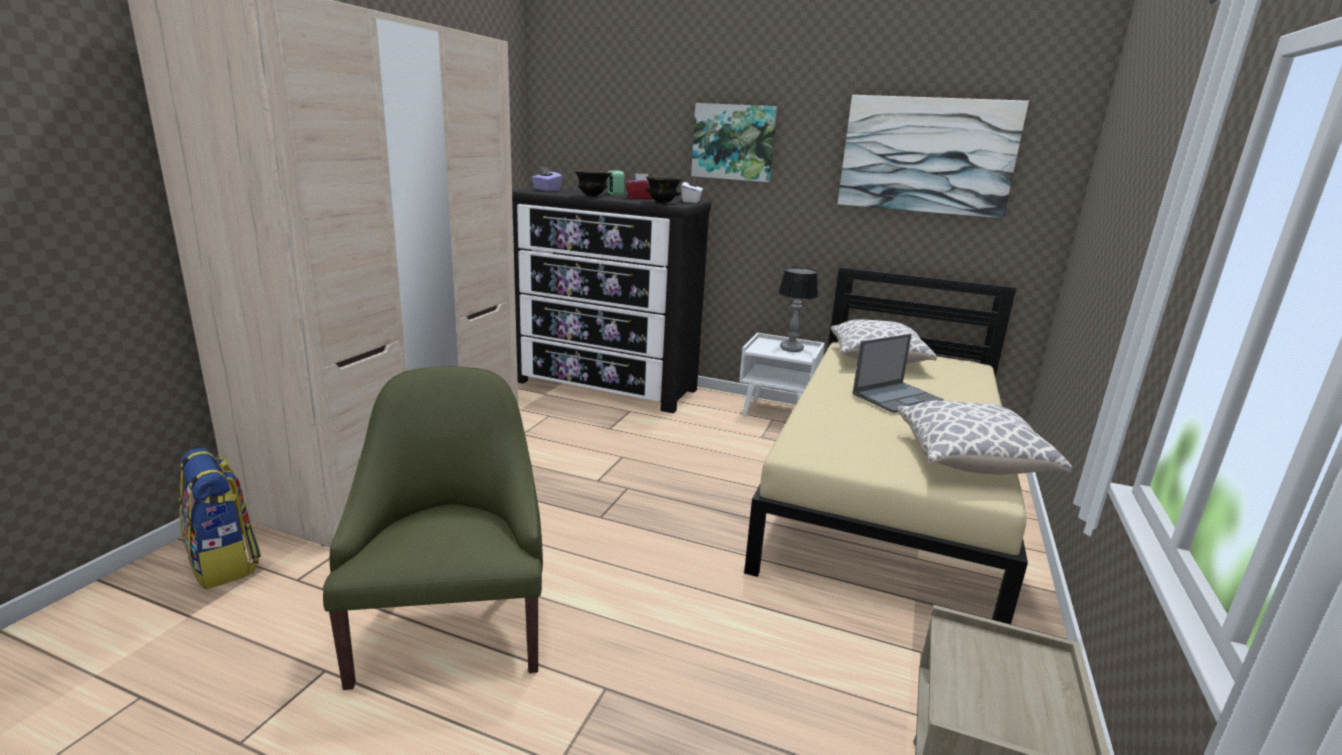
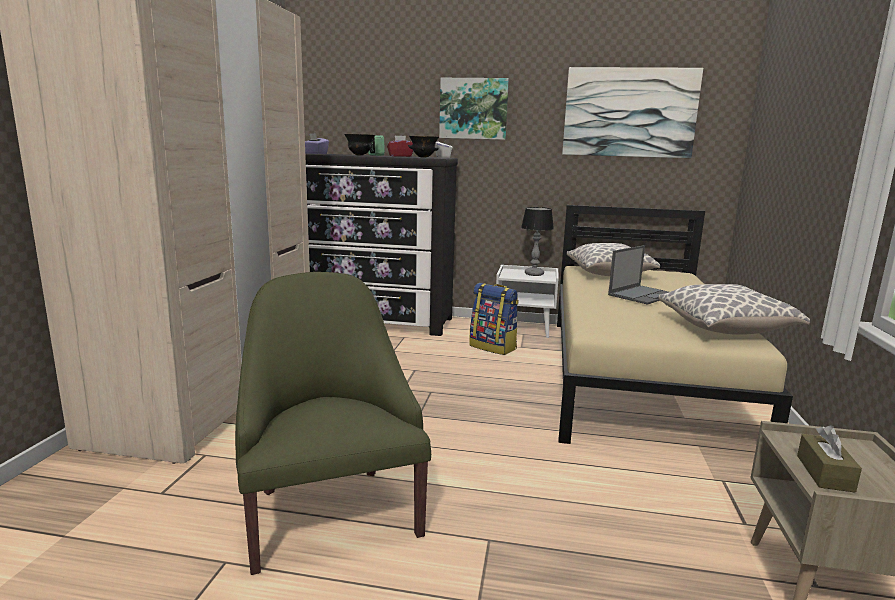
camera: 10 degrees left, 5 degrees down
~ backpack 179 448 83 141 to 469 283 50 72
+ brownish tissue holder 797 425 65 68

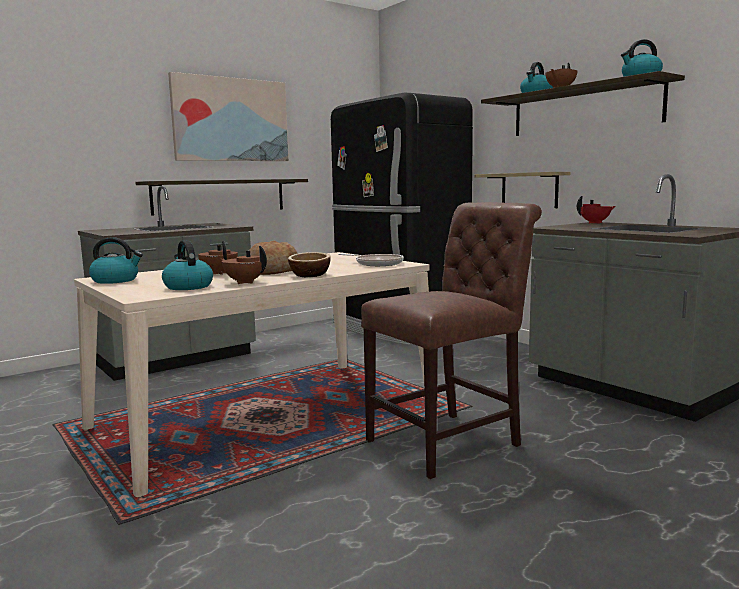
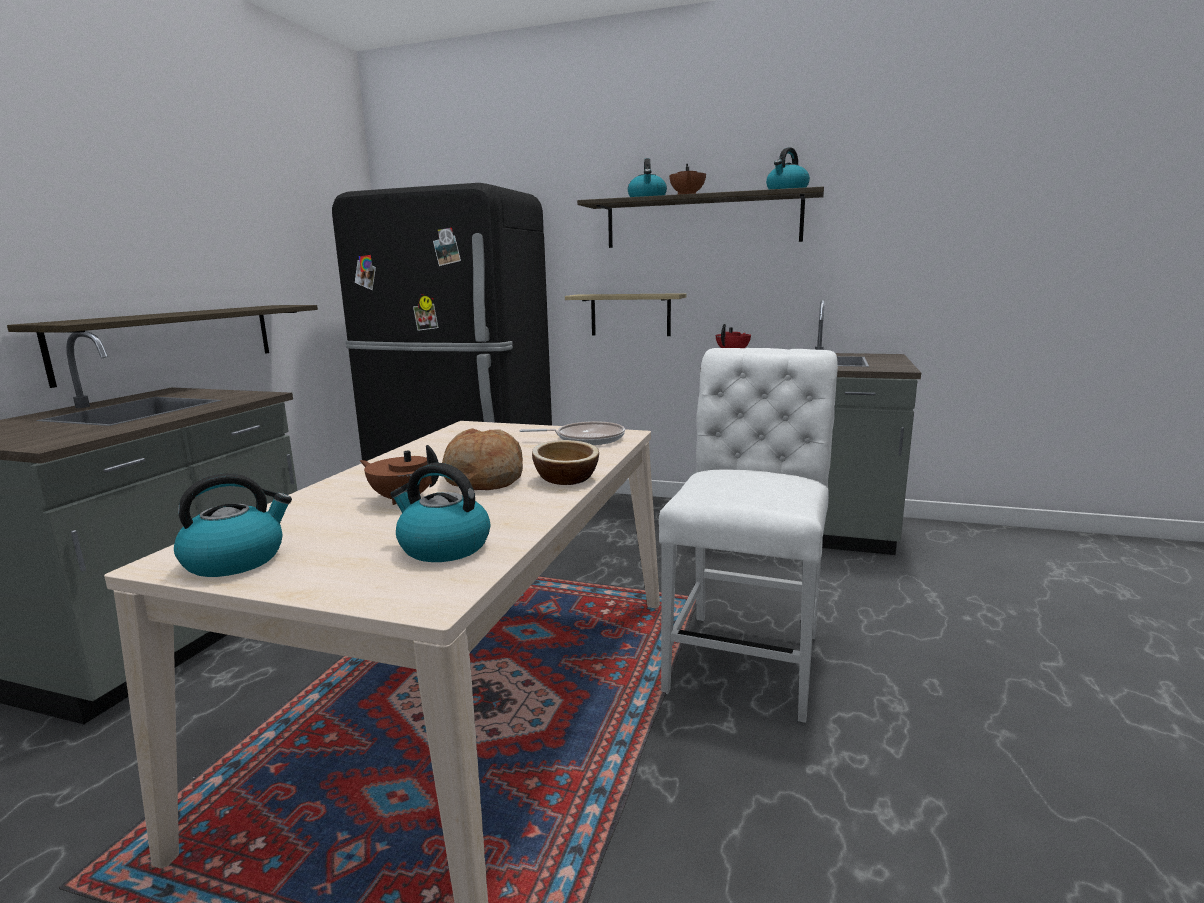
camera: 35 degrees left, 5 degrees up
- wall picture 168 72 121 89
~ brownish chair 361 202 181 277 to white-coloured chair 659 348 179 375
- brownish tea pot 220 246 47 38

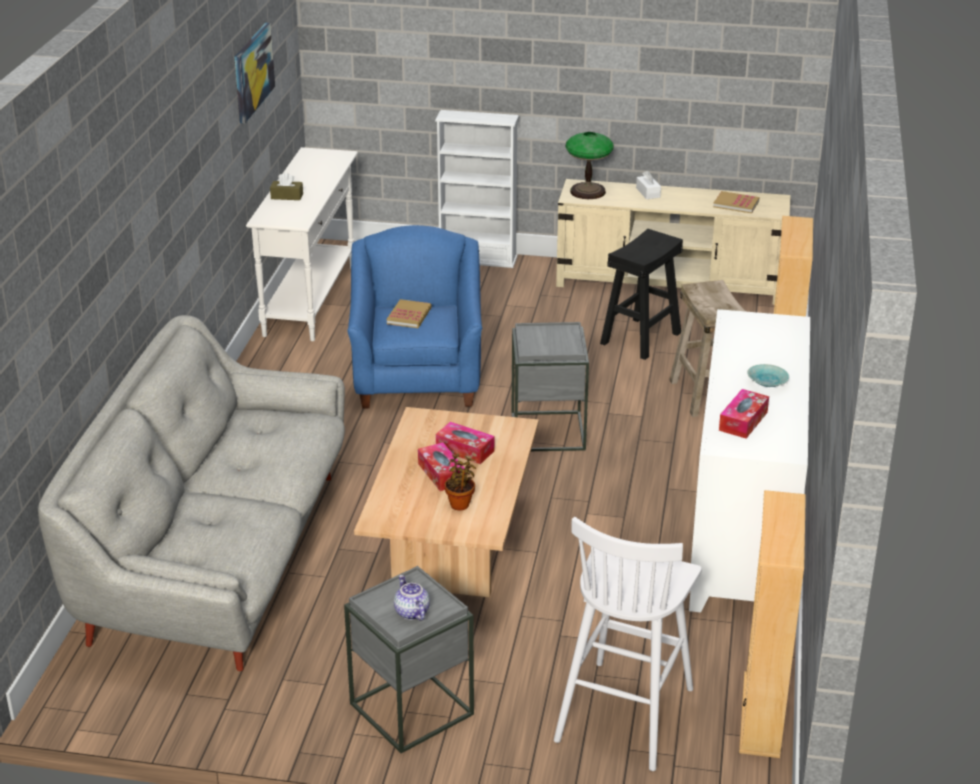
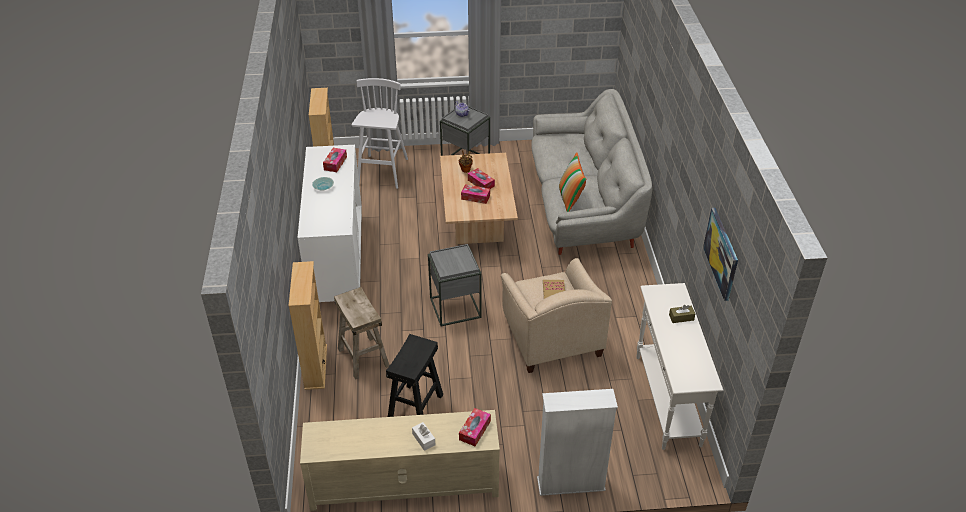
camera: 165 degrees right, 10 degrees up
~ lamp for a table 565 132 49 67 to tissue holder 459 408 32 38
- bound book 713 191 47 22
~ blue armchair 347 225 135 183 to sand-coloured armchair 501 258 111 115
+ pillow 559 152 27 60

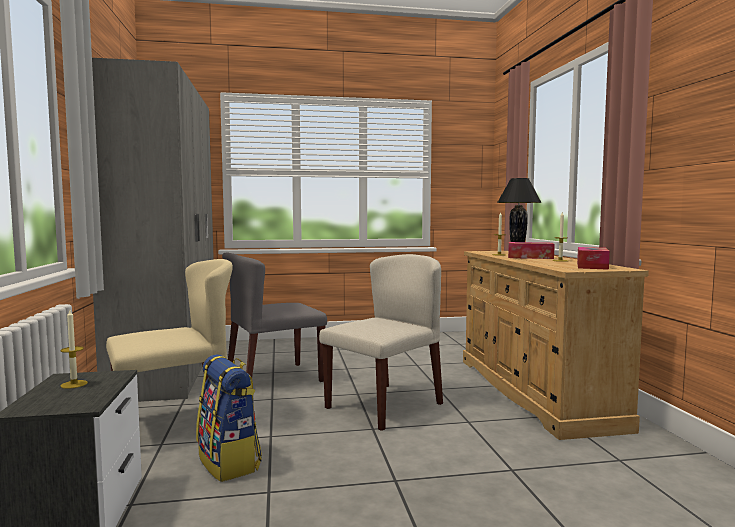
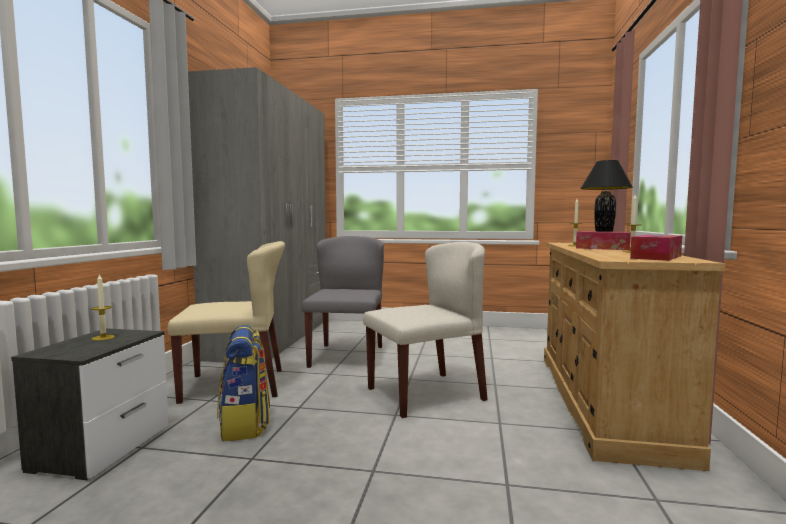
camera: 20 degrees right, 0 degrees up
~ grey chair 222 252 105 130 = 302 236 82 132 105 degrees clockwise

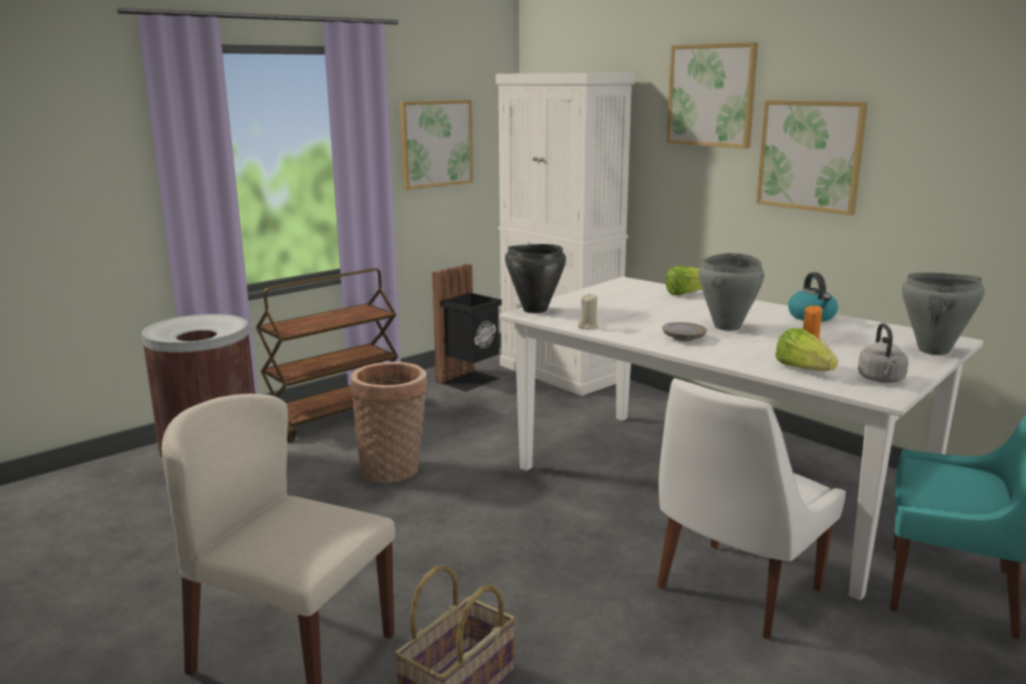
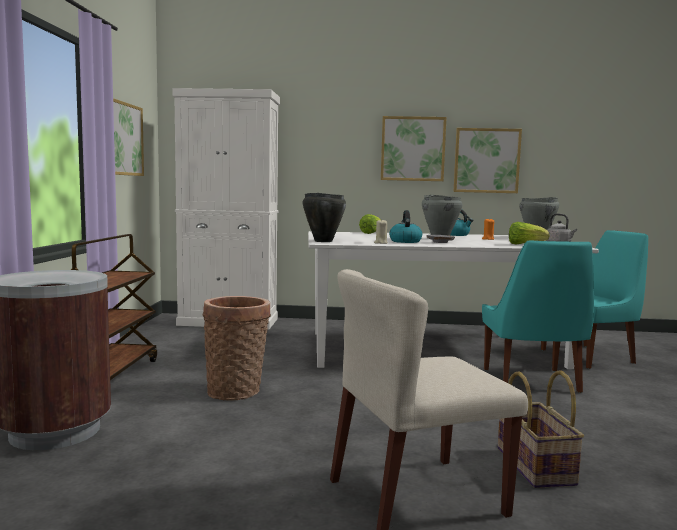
camera: 45 degrees left, 10 degrees down
~ wall picture 667 42 91 107 to 454 128 68 65
- black trash can 432 264 70 128
~ white-coloured chair 657 378 189 261 to turquoise-coloured chair 482 241 112 152
+ tea kettle 389 210 33 33

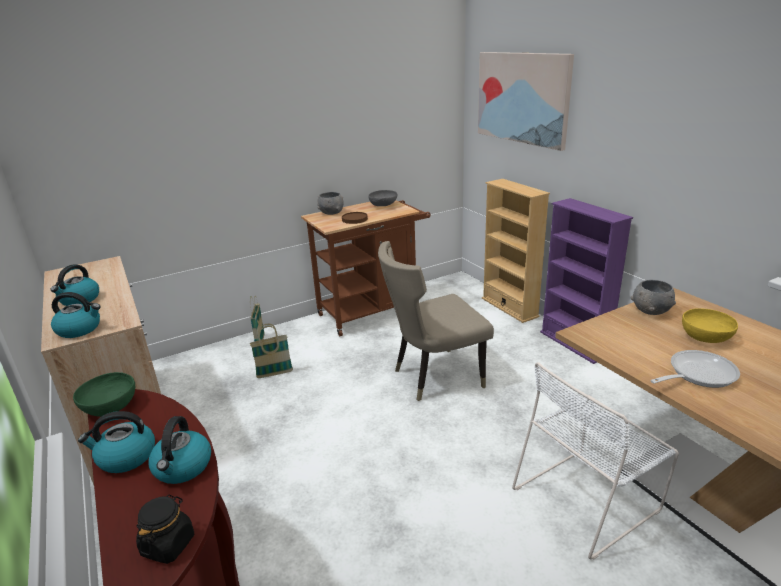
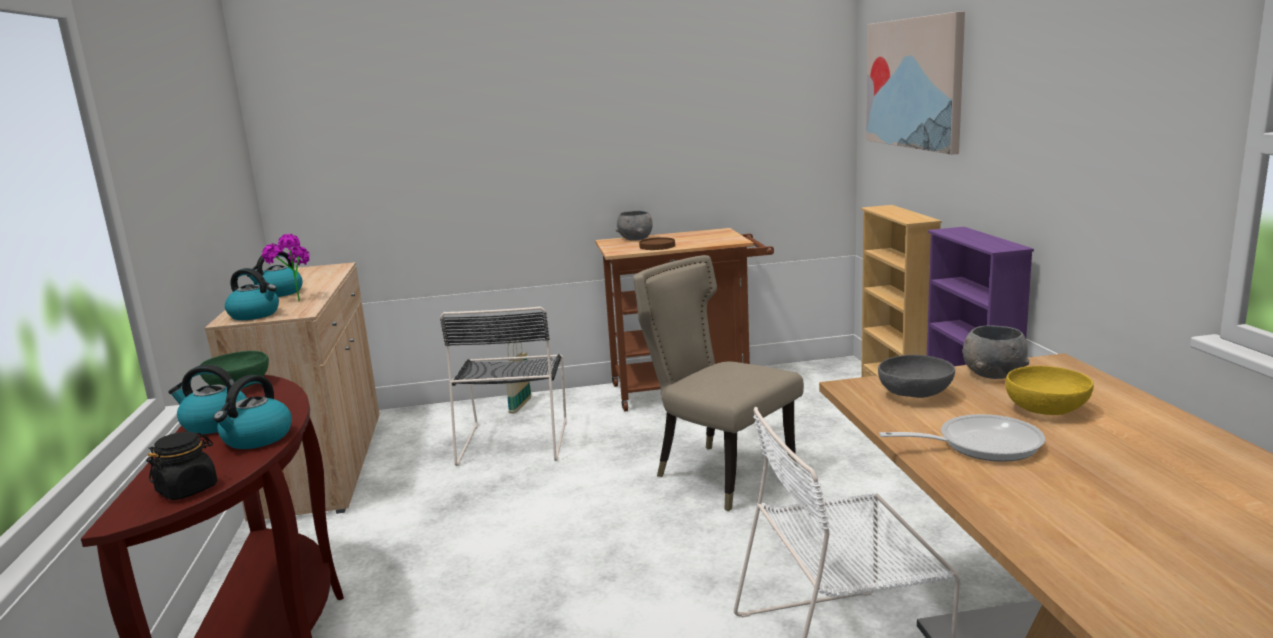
camera: 20 degrees right, 10 degrees down
~ grey deep dish 368 190 29 16 to 878 355 77 43
~ sand-coloured chair 378 241 116 160 = 633 255 171 256 45 degrees clockwise
~ storage basket 250 324 43 54 to black chair 440 307 127 159
+ plant in a pot 262 234 48 67

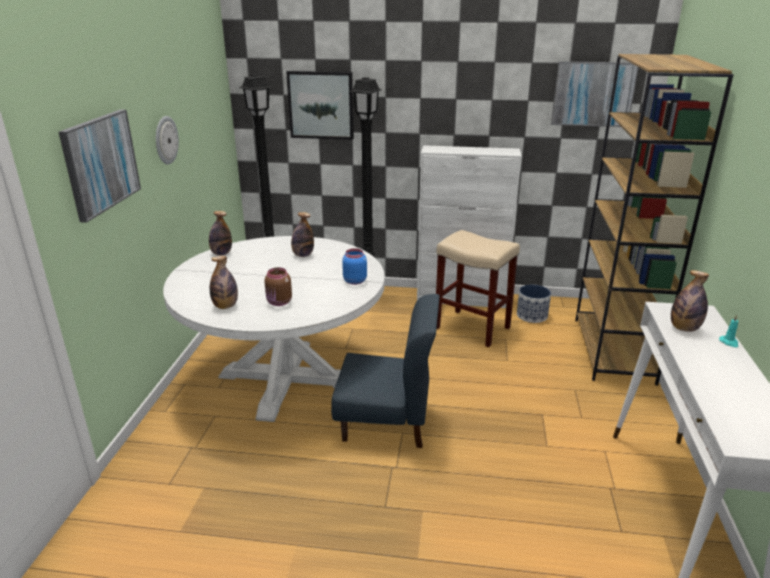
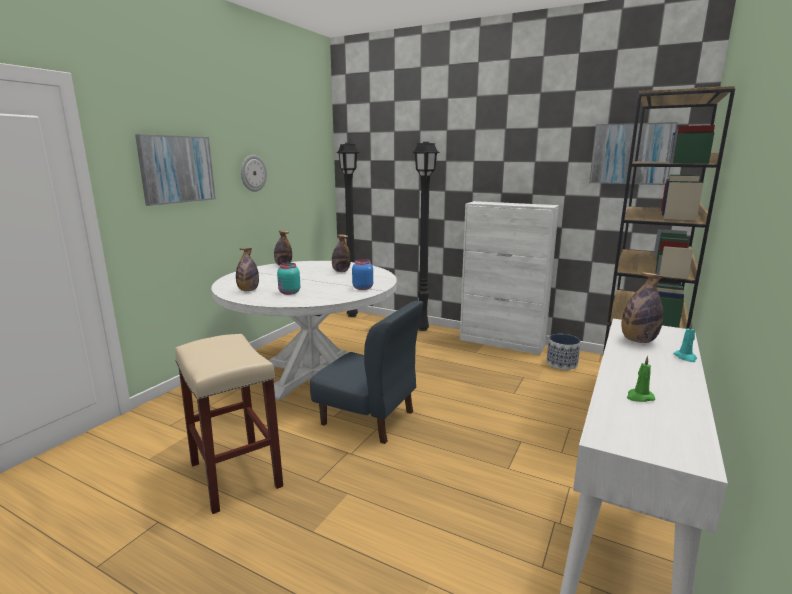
camera: 20 degrees right, 10 degrees down
- wall picture 286 71 68 69
~ sand-coloured sitting stool 436 230 84 117 to 175 334 108 180
~ brownish preserve jar 264 267 28 39 to turquoise-coloured preserve jar 277 263 23 32
+ greenish wax candle 627 356 28 46

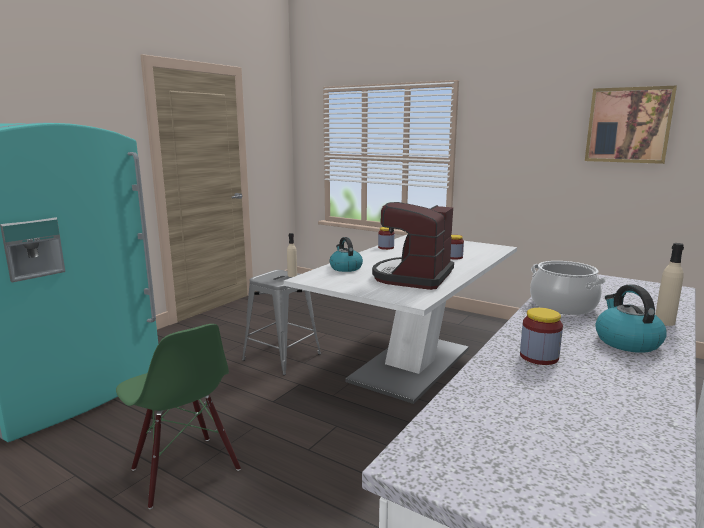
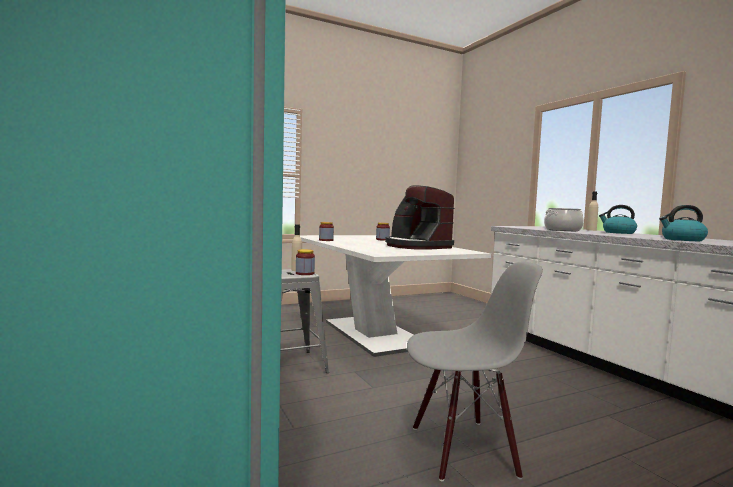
camera: 60 degrees left, 10 degrees down
- wall picture 585 86 92 78
~ tea kettle 330 237 33 35 to 659 205 49 36
~ preserve jar 520 308 43 57 to 296 249 19 26
~ greenish chair 116 324 125 185 to grey chair 407 262 136 219

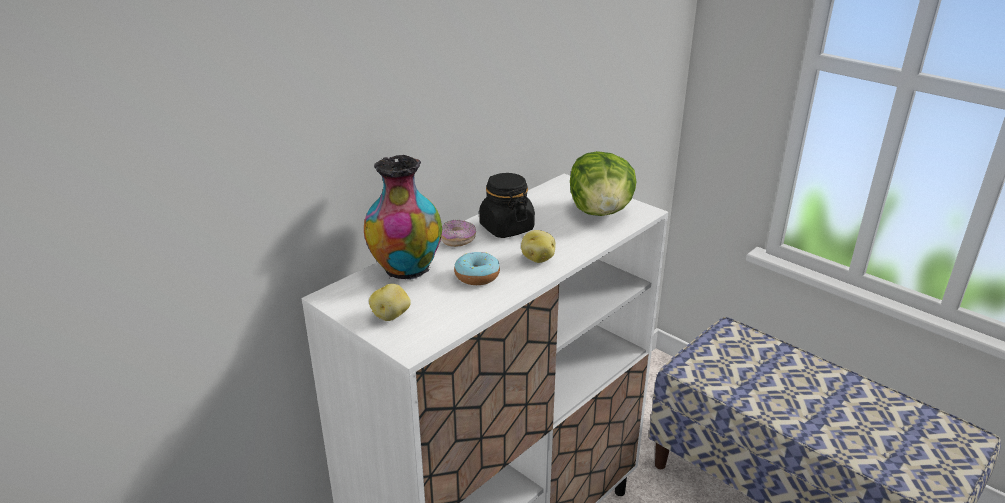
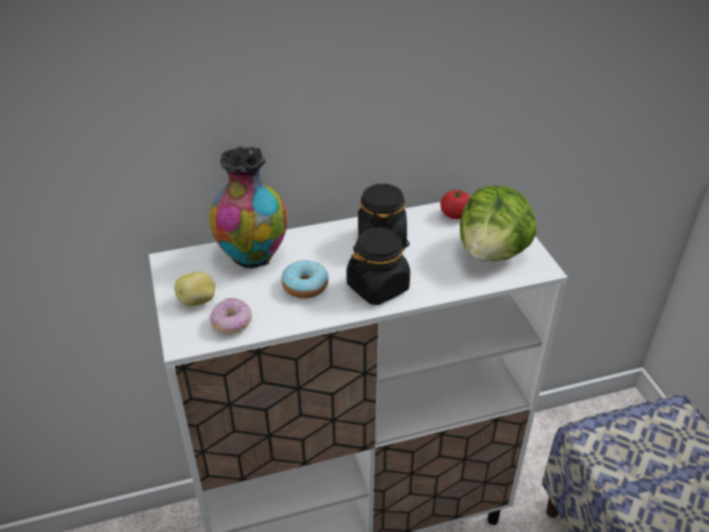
camera: 30 degrees right, 10 degrees up
~ doughnut 441 220 35 27 to 210 298 42 36
~ potato 521 230 35 33 to black preserve jar 347 227 63 78
+ whole tomato 440 189 30 30

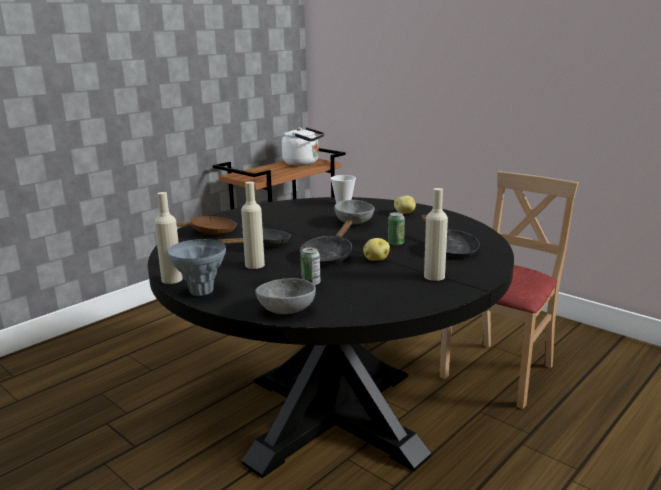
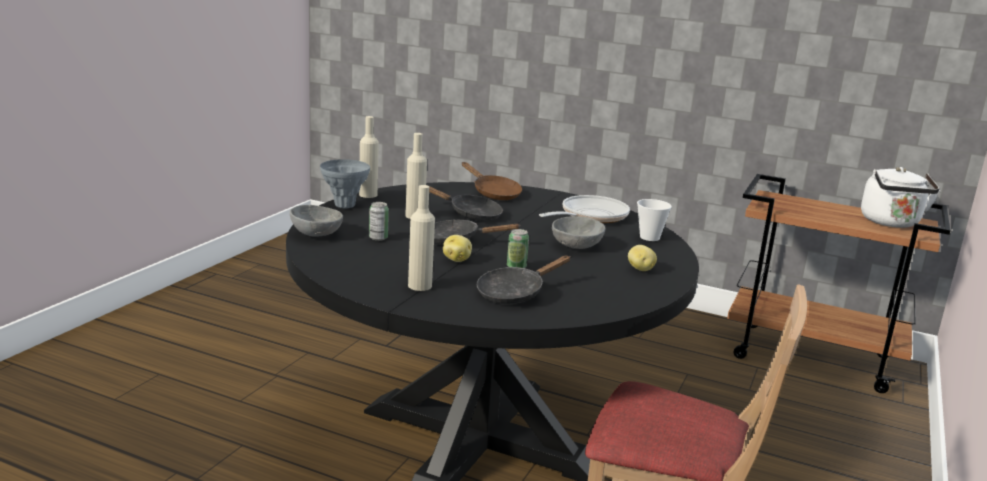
camera: 70 degrees right, 0 degrees up
+ frying pan 539 195 91 28

